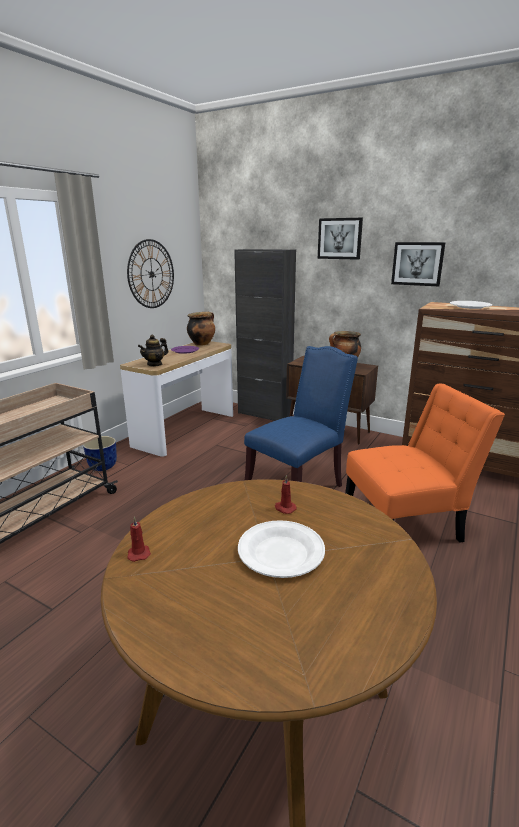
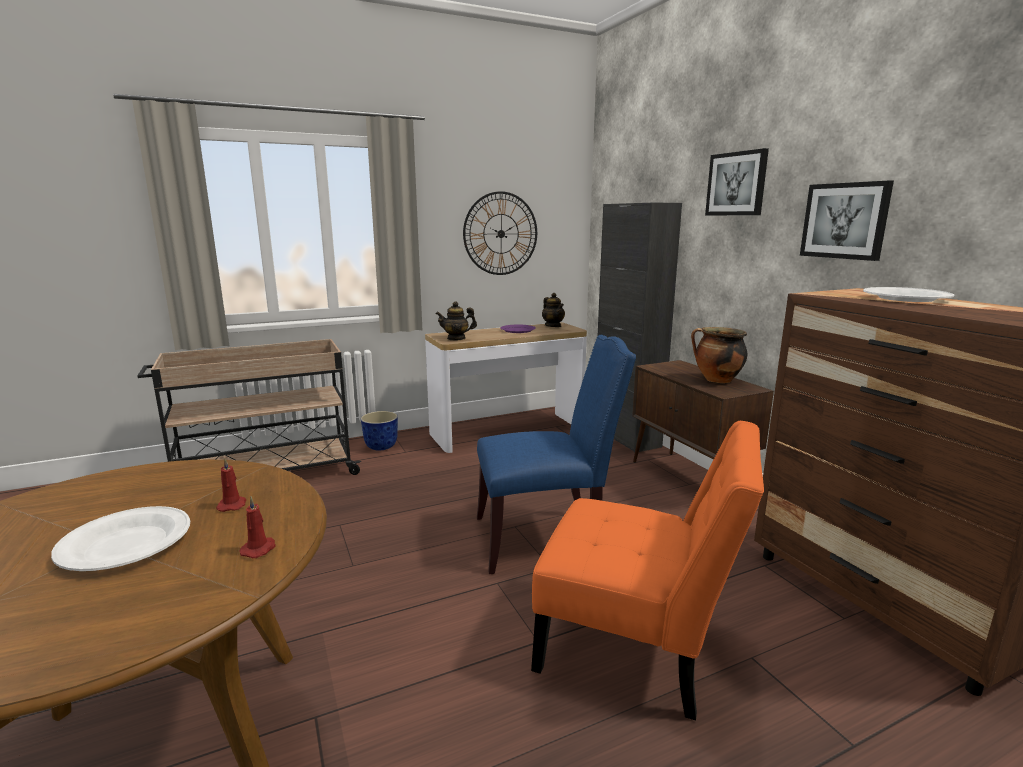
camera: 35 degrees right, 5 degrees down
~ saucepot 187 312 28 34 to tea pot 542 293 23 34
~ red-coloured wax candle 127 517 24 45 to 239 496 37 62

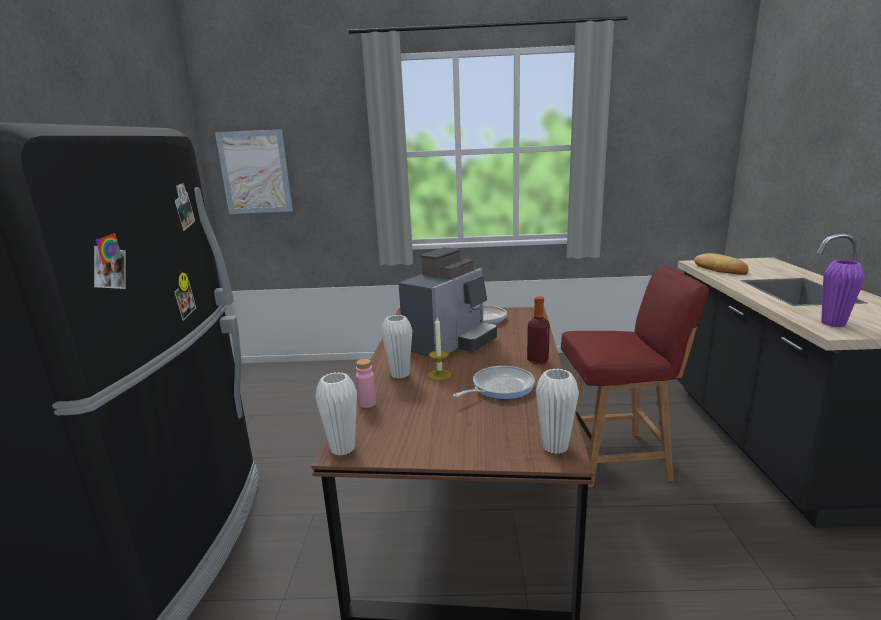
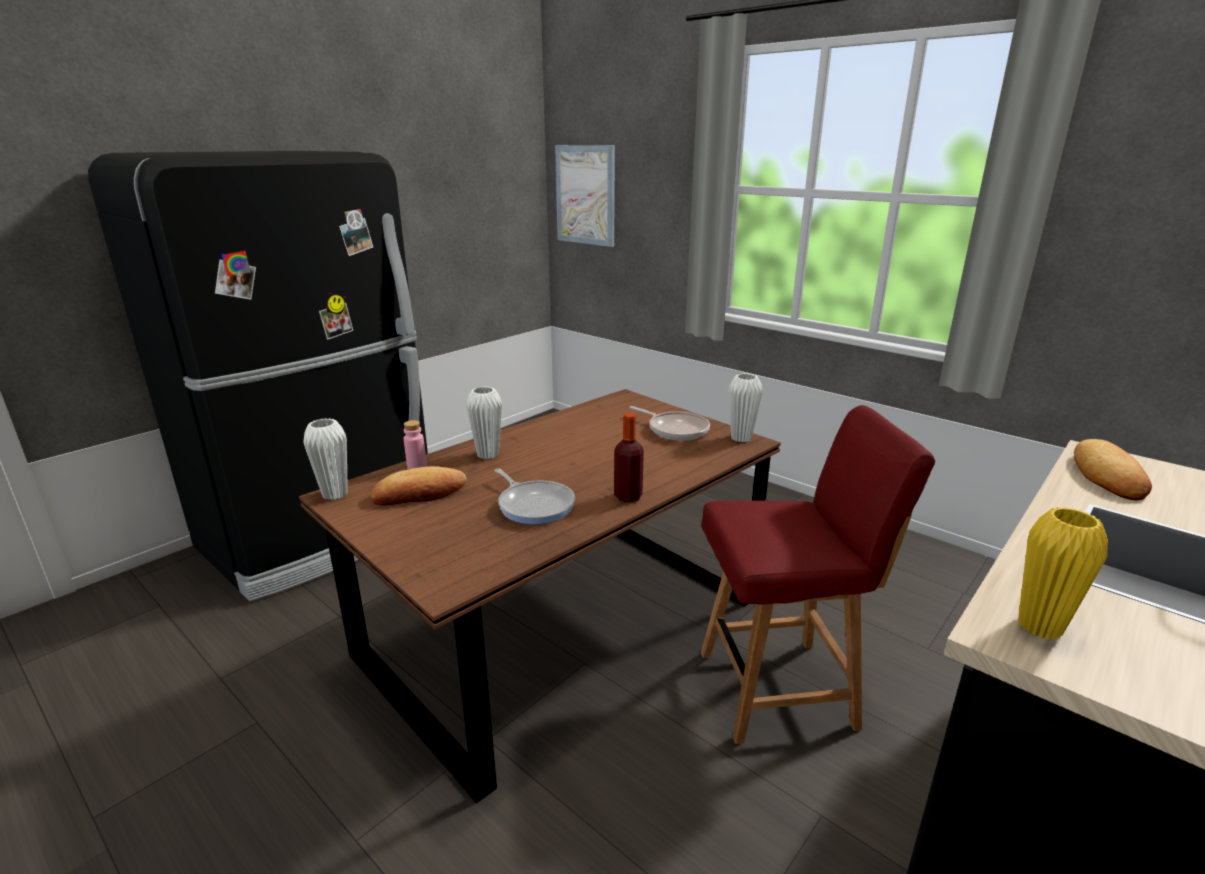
camera: 40 degrees right, 5 degrees up
- coffee maker 398 247 99 110
~ purple-coloured vase 821 260 44 67 to yellow vase 1018 507 90 133
~ red-coloured chair 561 266 148 221 = 701 405 234 339 45 degrees counterclockwise
- wax candle 428 318 23 62
~ frying pan 453 366 82 33 = 494 469 81 56 45 degrees clockwise
~ white-coloured vase 536 368 43 86 to 728 373 35 69
+ bakery bread 371 466 96 39

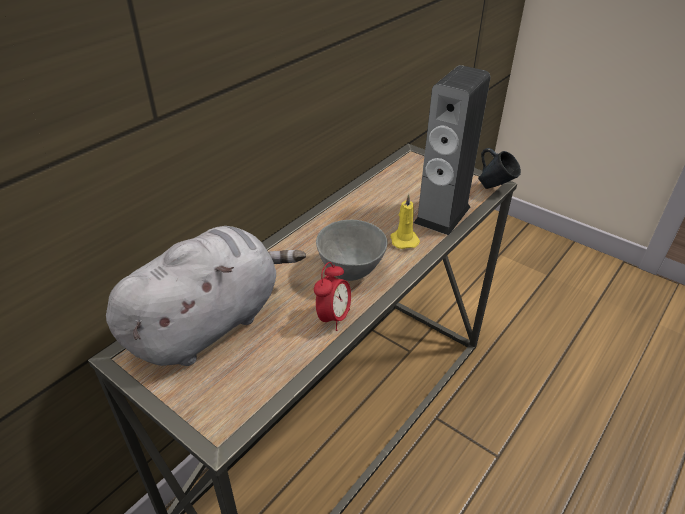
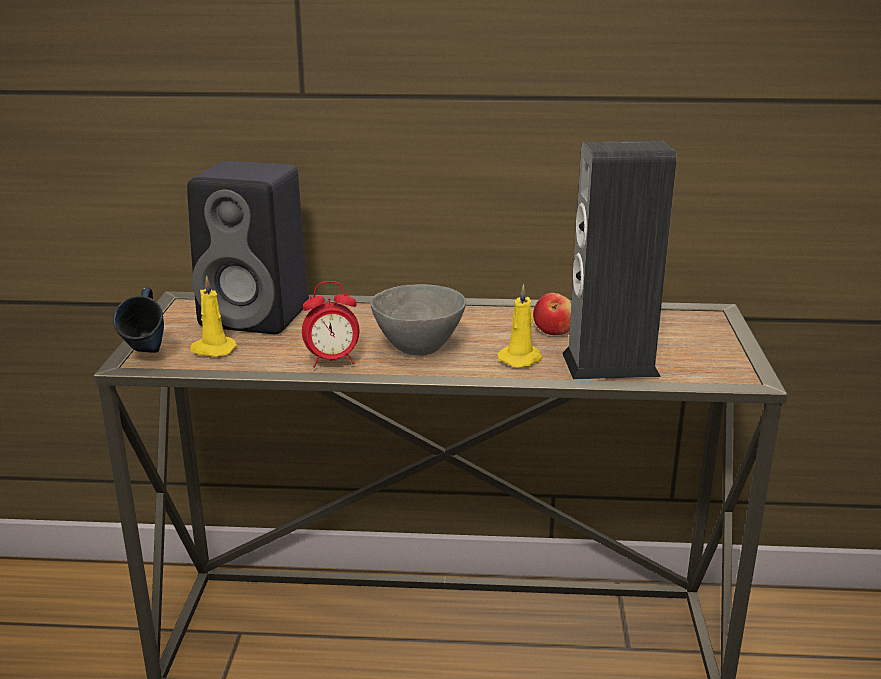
camera: 55 degrees right, 15 degrees down
~ blue coffee mug 478 148 43 41 to 113 287 51 66
~ grey plush toy 106 226 200 140 to black speaker 187 161 122 173
+ yellow wax candle 190 276 47 81
+ apple 533 293 39 42

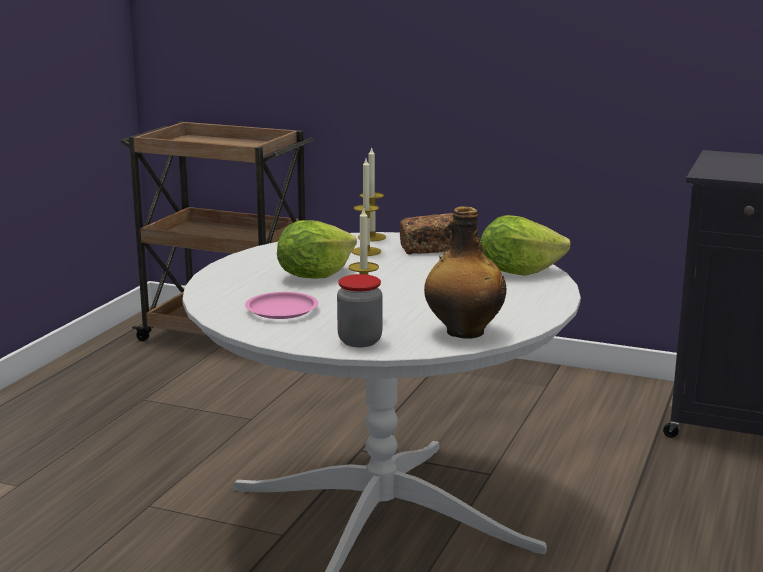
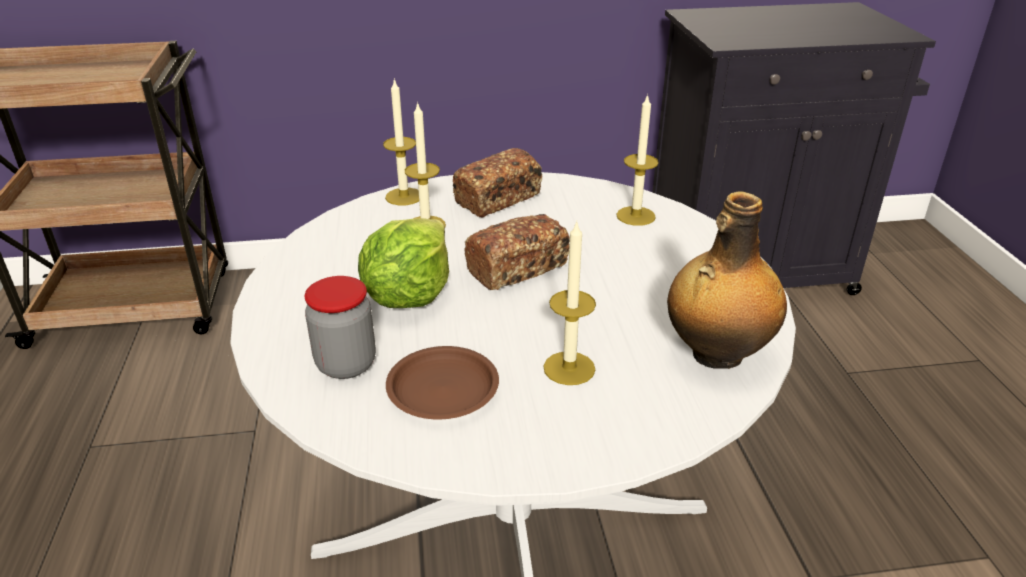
camera: 30 degrees left, 15 degrees up
~ lettuce 480 215 91 61 to wax candle 616 94 43 132
~ preserve jar 337 274 45 73 to 305 276 71 103
~ pinkish dinner plate 245 292 73 27 to brownish dinner plate 386 346 113 73
+ bakery bread 464 214 106 76

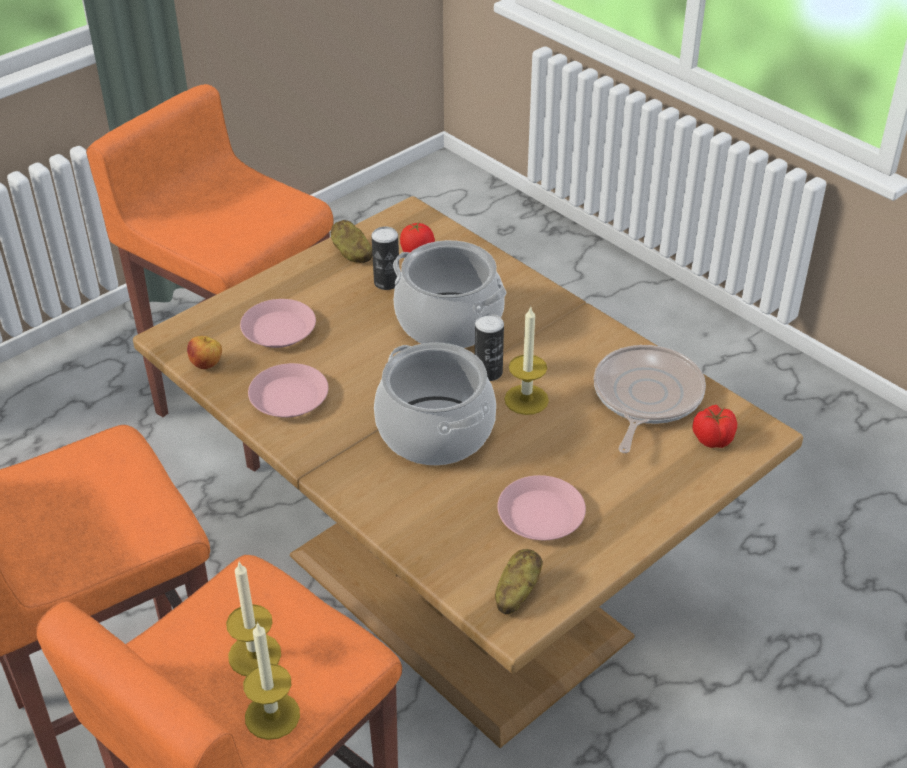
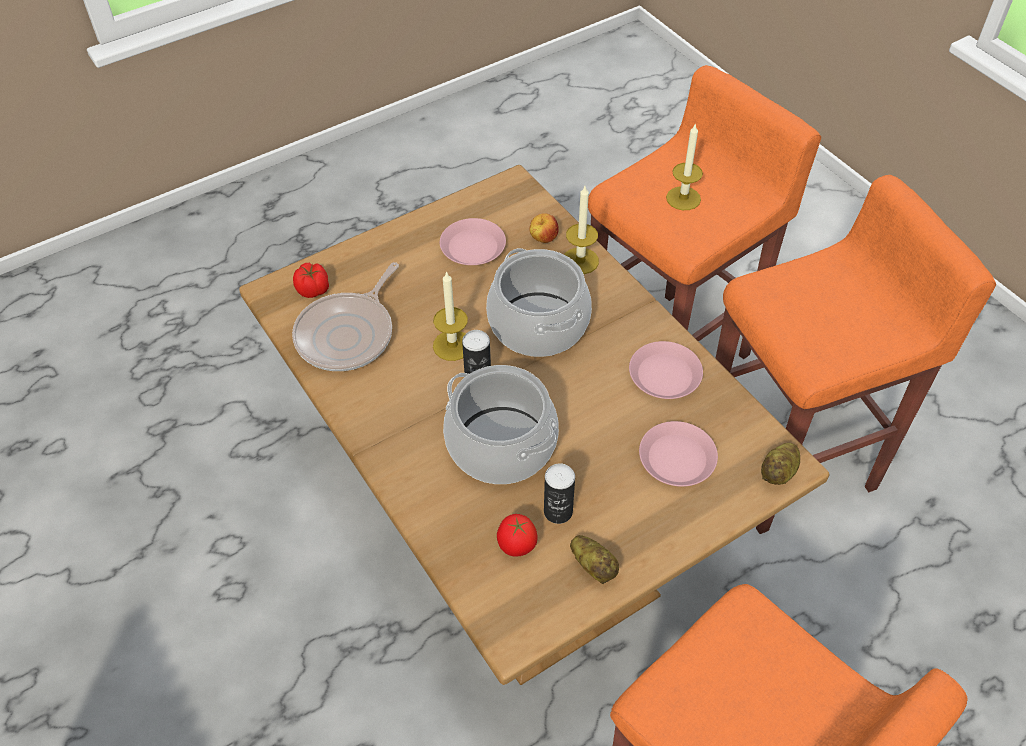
camera: 170 degrees left, 10 degrees up
~ apple 187 336 35 33 to 529 213 30 30
~ potato 495 549 48 65 to 761 443 39 42
~ wax candle 243 622 57 118 to 564 186 35 88

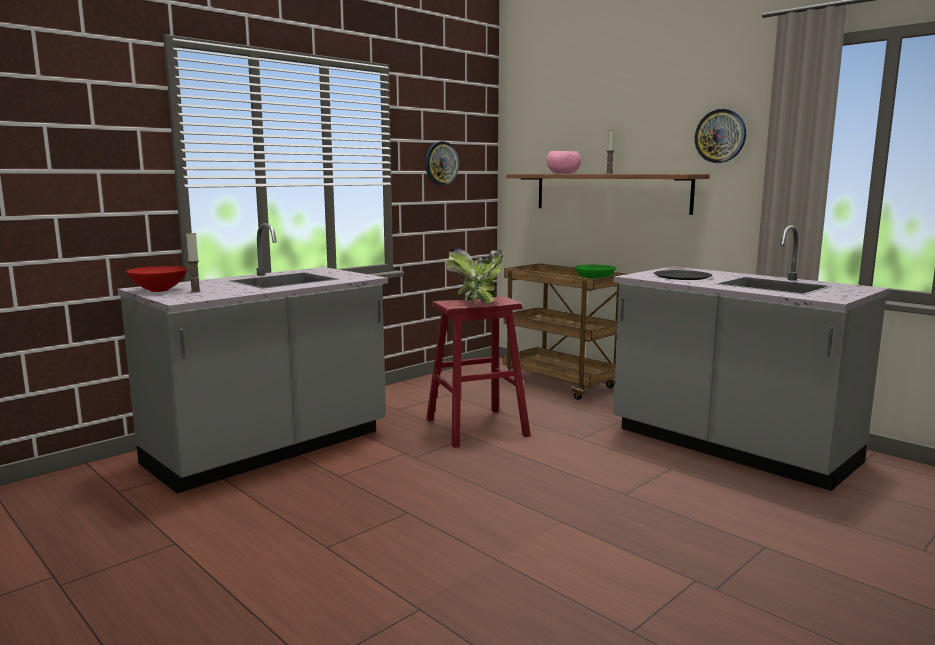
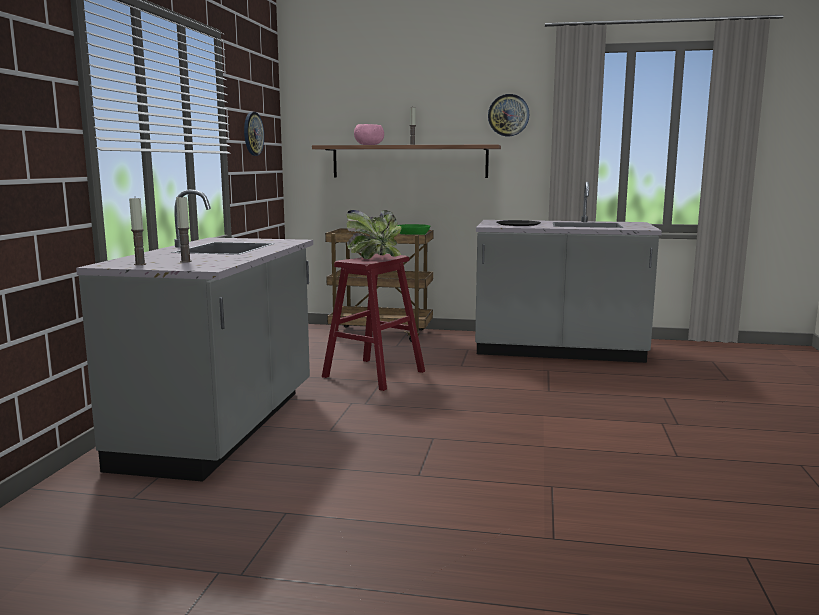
camera: 35 degrees left, 0 degrees up
~ red-coloured deep dish 126 266 62 26 to wax candle 129 198 17 67

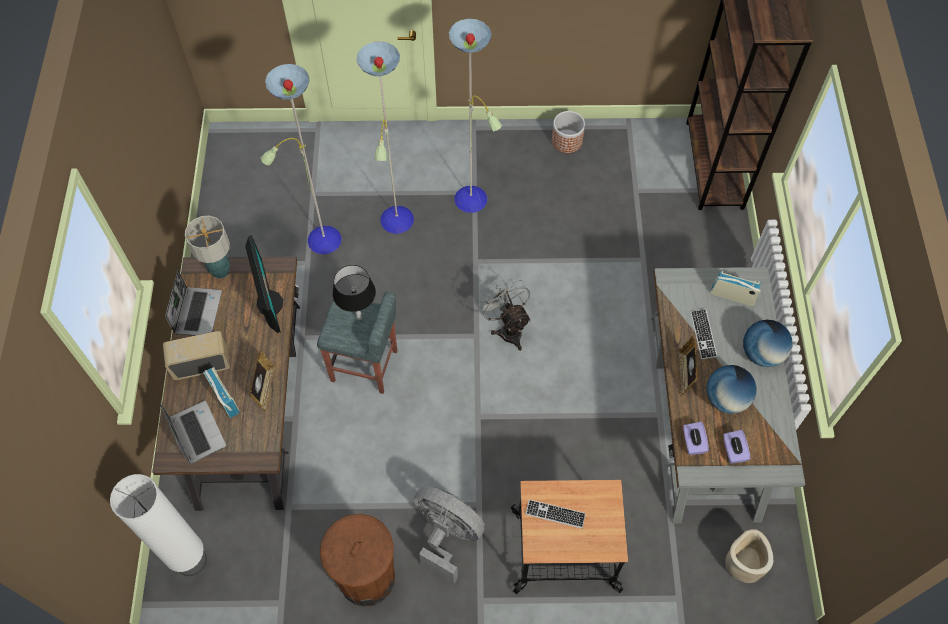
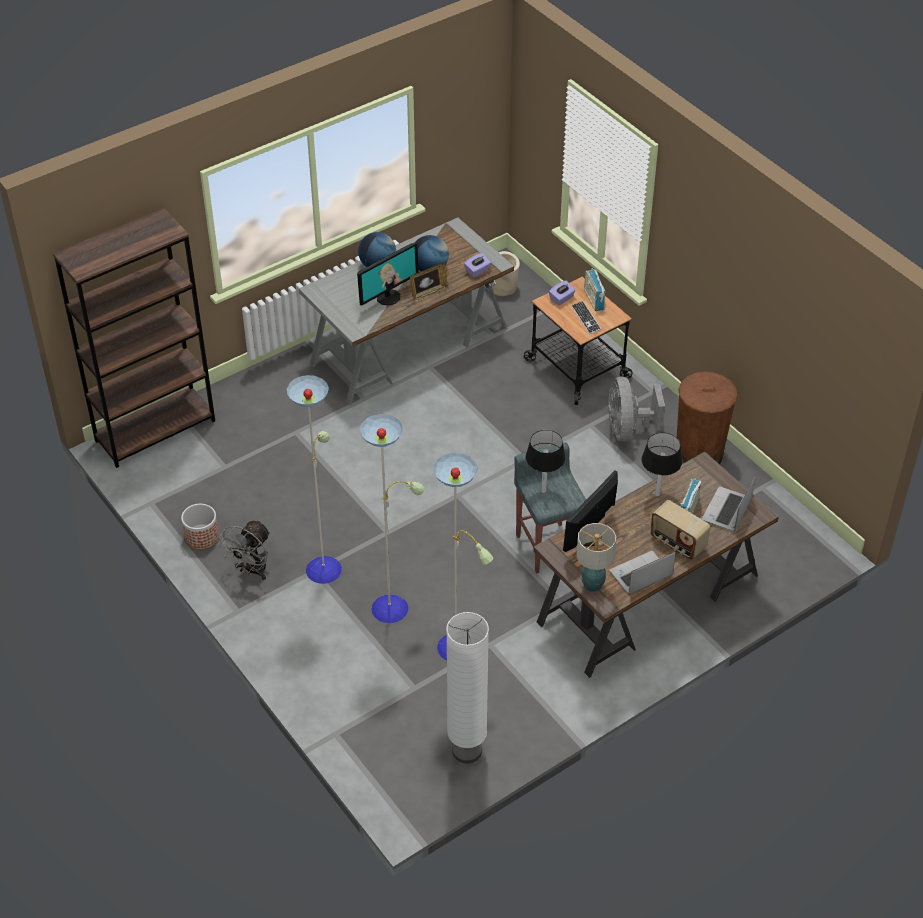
camera: 125 degrees left, 15 degrees down
~ radio set 711 271 50 35 to 584 268 21 43
~ grey fan 479 279 52 72 to 217 519 53 61
~ computer keyboard 691 309 26 51 to computer display 357 242 62 64
~ photo frame 249 351 27 60 to black lamp for a table 641 432 41 64
~ purple-coloured tissue holder 723 430 27 34 to 549 280 27 25
~ white-coloured standard lamp 110 474 97 102 to 446 612 43 152

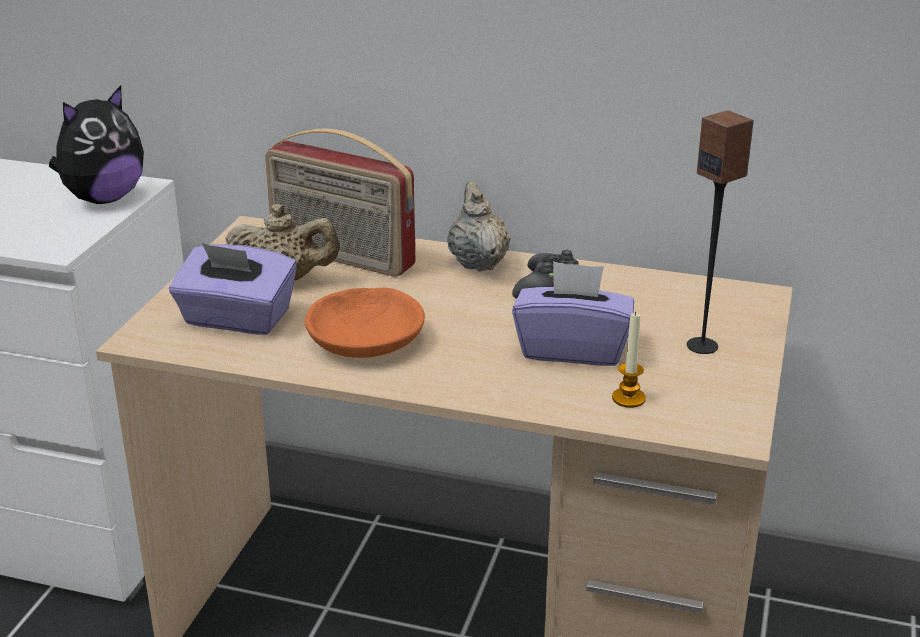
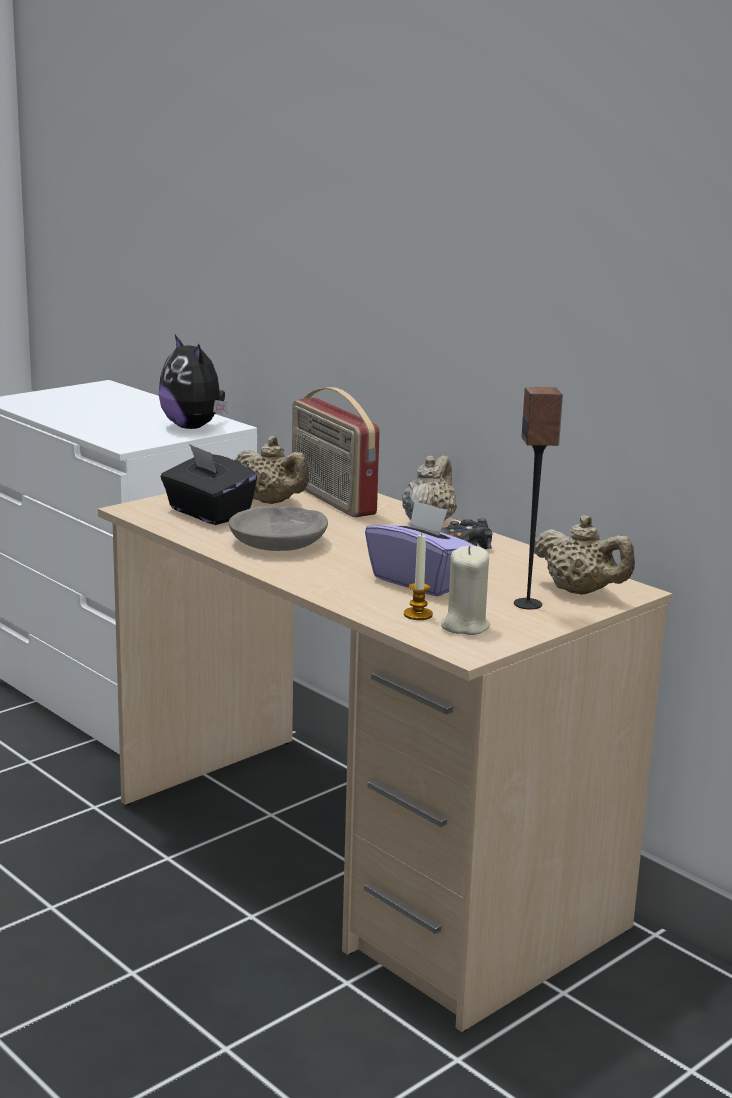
camera: 30 degrees right, 10 degrees down
~ plush toy 49 86 95 118 = 158 335 70 94 75 degrees clockwise
~ purple-coloured tissue holder 169 243 128 92 to black tissue holder 161 444 96 81
~ orange deep dish 305 288 120 70 to grey deep dish 228 506 100 45
+ sand-coloured tea pot 534 515 101 80
+ sand-coloured wax candle 441 546 49 89

